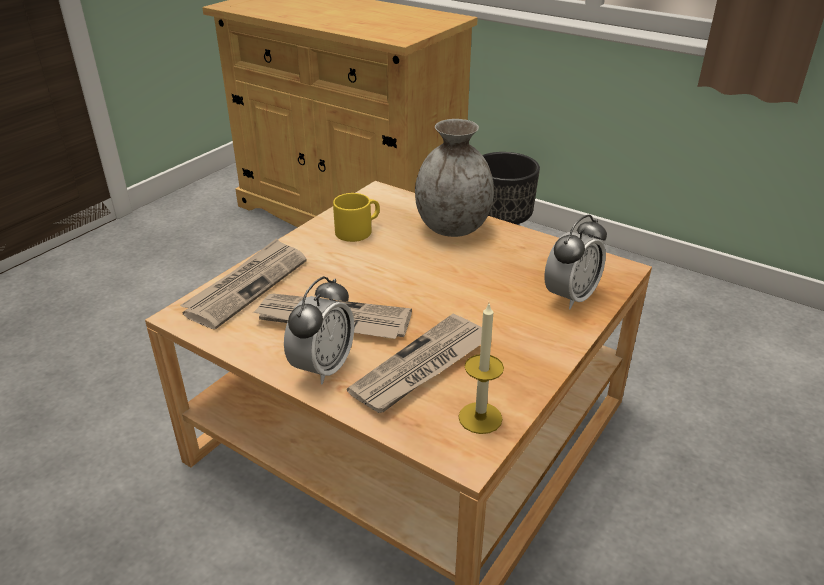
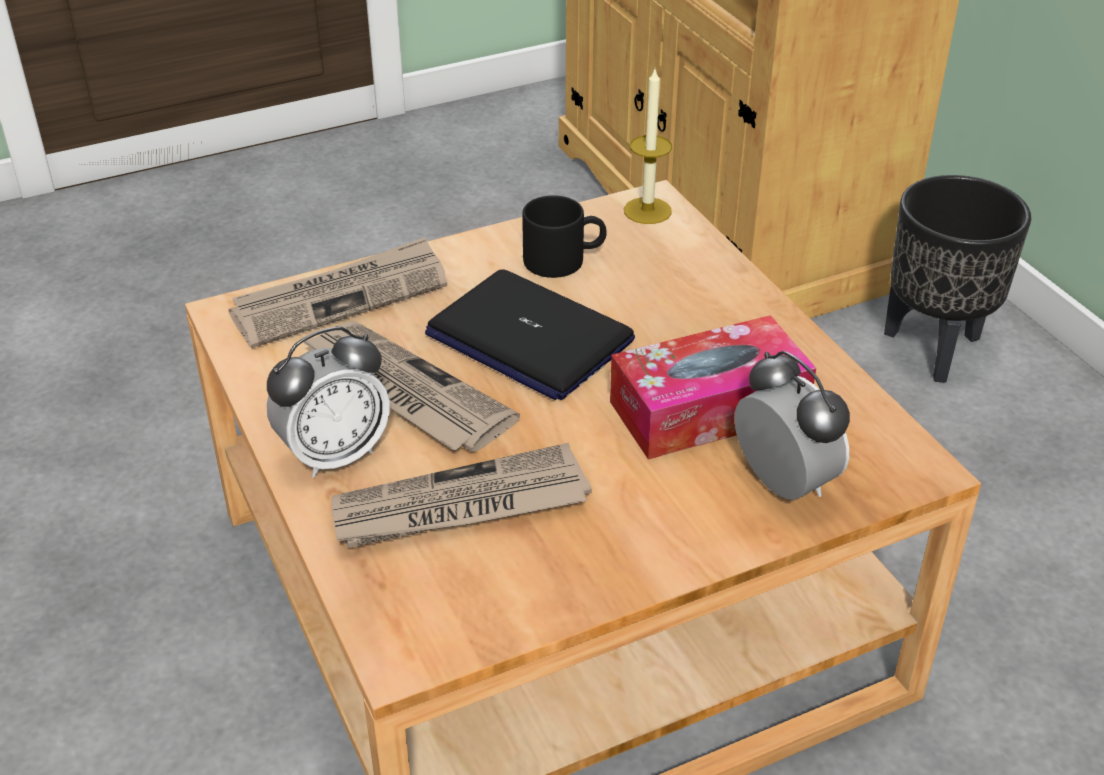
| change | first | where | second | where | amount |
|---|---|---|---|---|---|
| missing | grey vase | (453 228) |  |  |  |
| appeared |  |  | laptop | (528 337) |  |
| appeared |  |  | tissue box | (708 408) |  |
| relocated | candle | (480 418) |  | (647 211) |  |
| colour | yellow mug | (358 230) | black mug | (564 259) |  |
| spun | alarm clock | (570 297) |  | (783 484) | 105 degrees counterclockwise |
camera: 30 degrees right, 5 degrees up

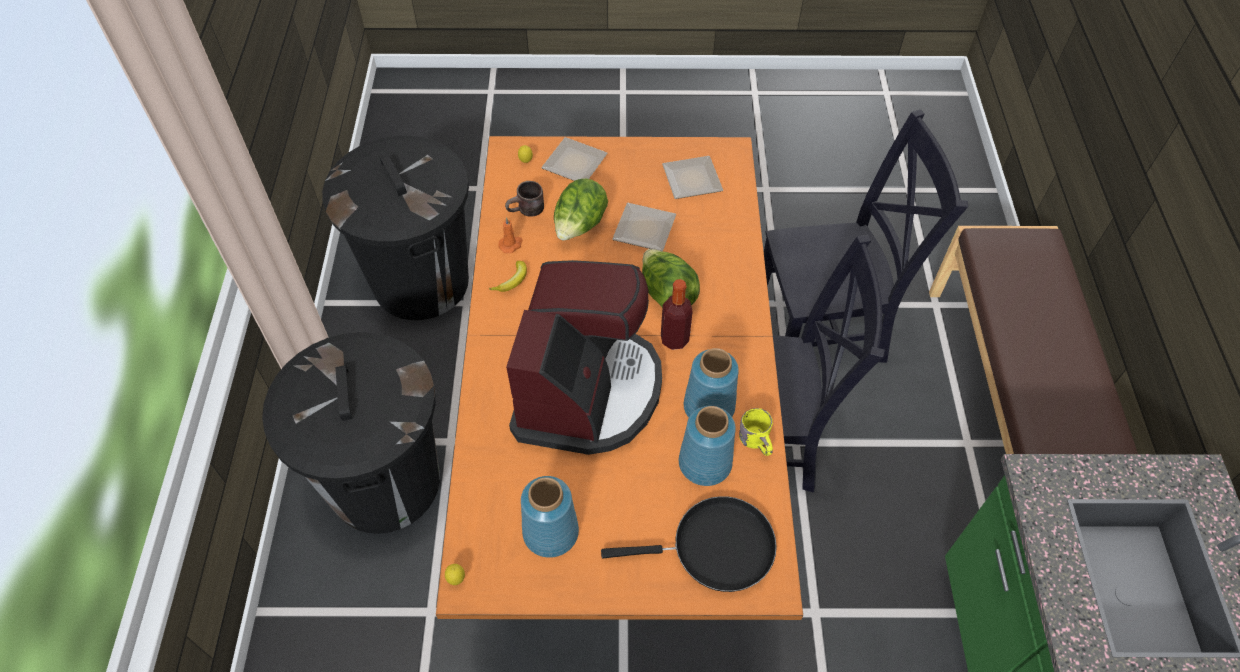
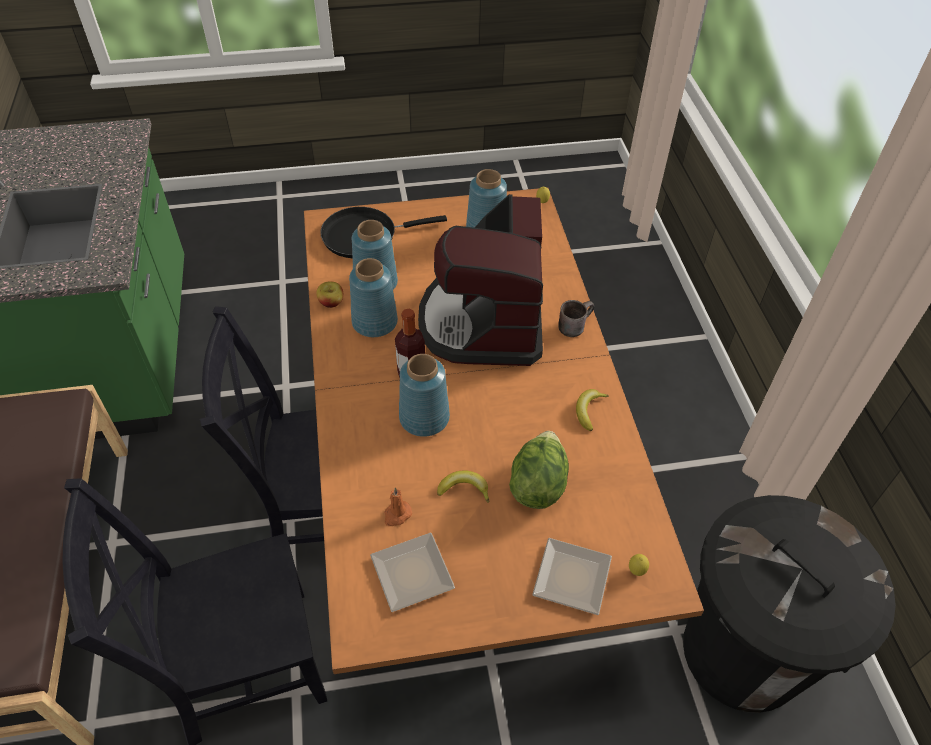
| change | first | where | second | where | amount |
|---|---|---|---|---|---|
| missing | black trash can | (384 483) |  |  |  |
| relocated | orange candle | (511 244) |  | (397 515) |  |
| relocated | brown mug | (527 212) |  | (573 324) |  |
| exchanged | plate | (642 230) | banana | (464 489) |  |
| exchanged | lettuce | (667 294) | blue vase | (424 417) |  |
| exchanged | yellow mug | (758 441) | apple | (331 302) |  |
camera: 170 degrees right, 5 degrees down

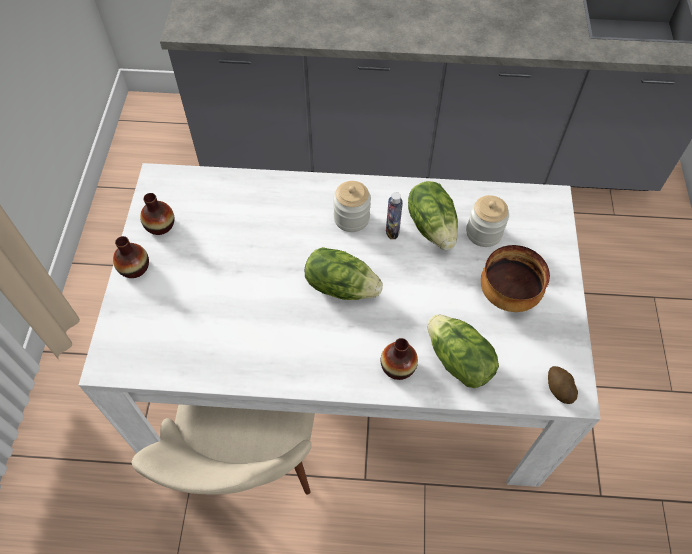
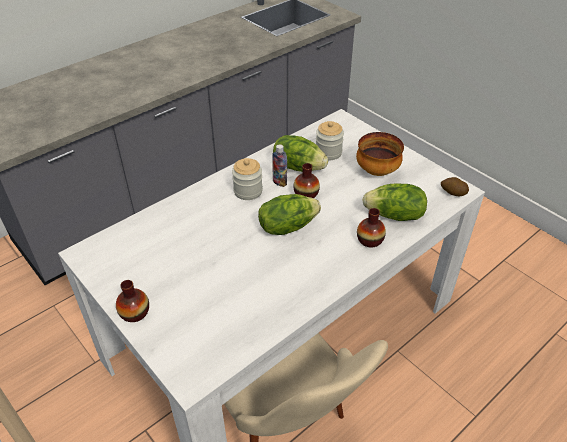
| change | first | where | second | where | amount |
|---|---|---|---|---|---|
| relocated | vase | (160 225) |  | (306 194) |  |
camera: 45 degrees left, 15 degrees down

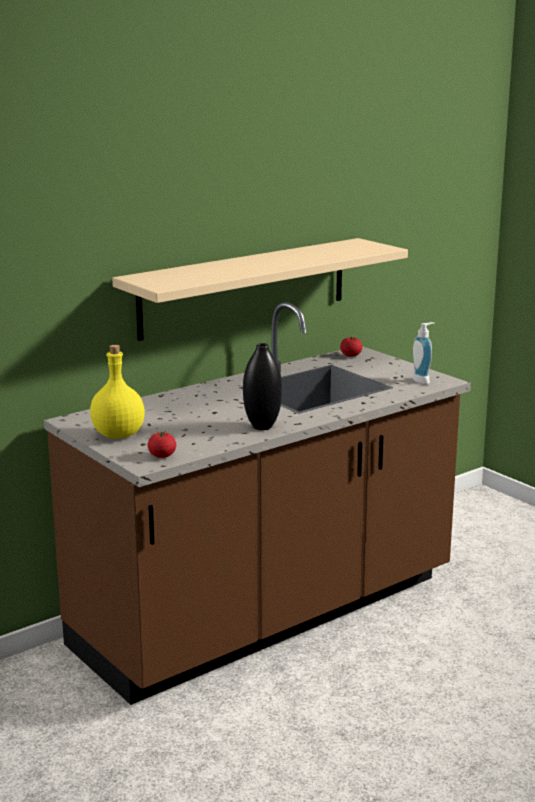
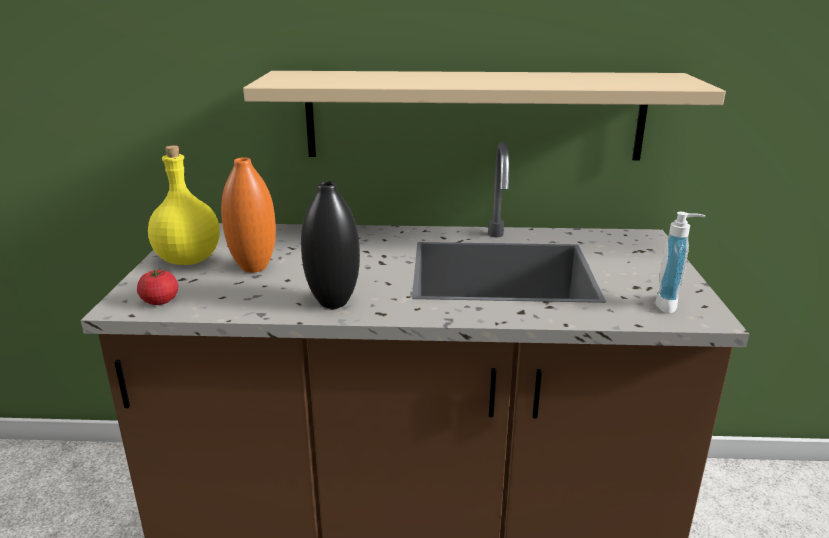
| change | first | where | second | where | amount |
|---|---|---|---|---|---|
| missing | tomato | (351 355) |  |  |  |
| appeared |  |  | orange vase | (254 267) |  |
camera: 40 degrees right, 5 degrees up

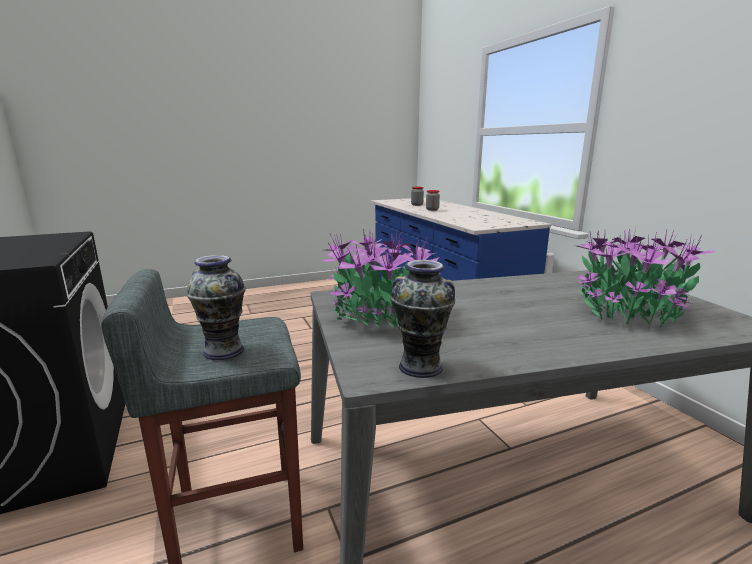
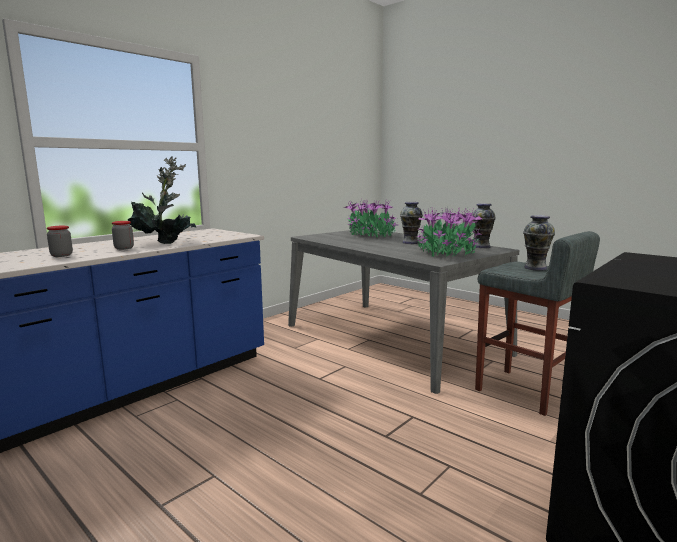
| change | first | where | second | where | amount |
|---|---|---|---|---|---|
| appeared |  |  | potted plant | (166 242) |  |
| appeared |  |  | vase | (410 242) |  |
camera: 115 degrees left, 5 degrees down

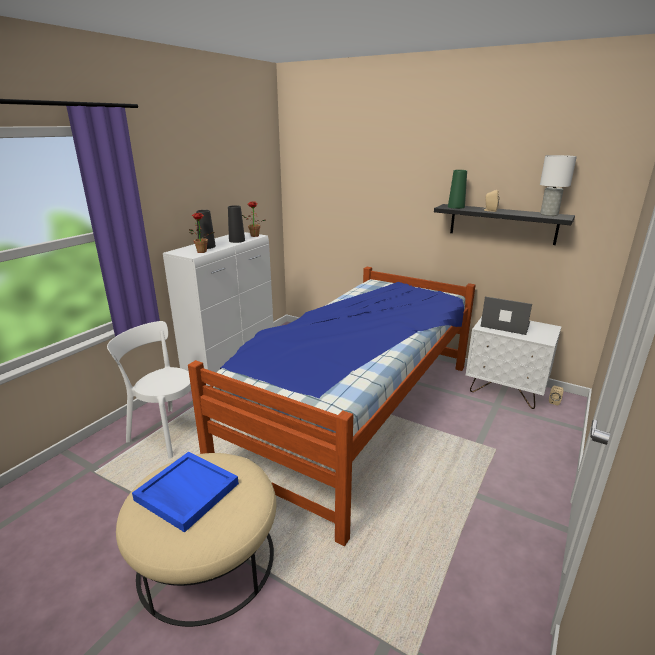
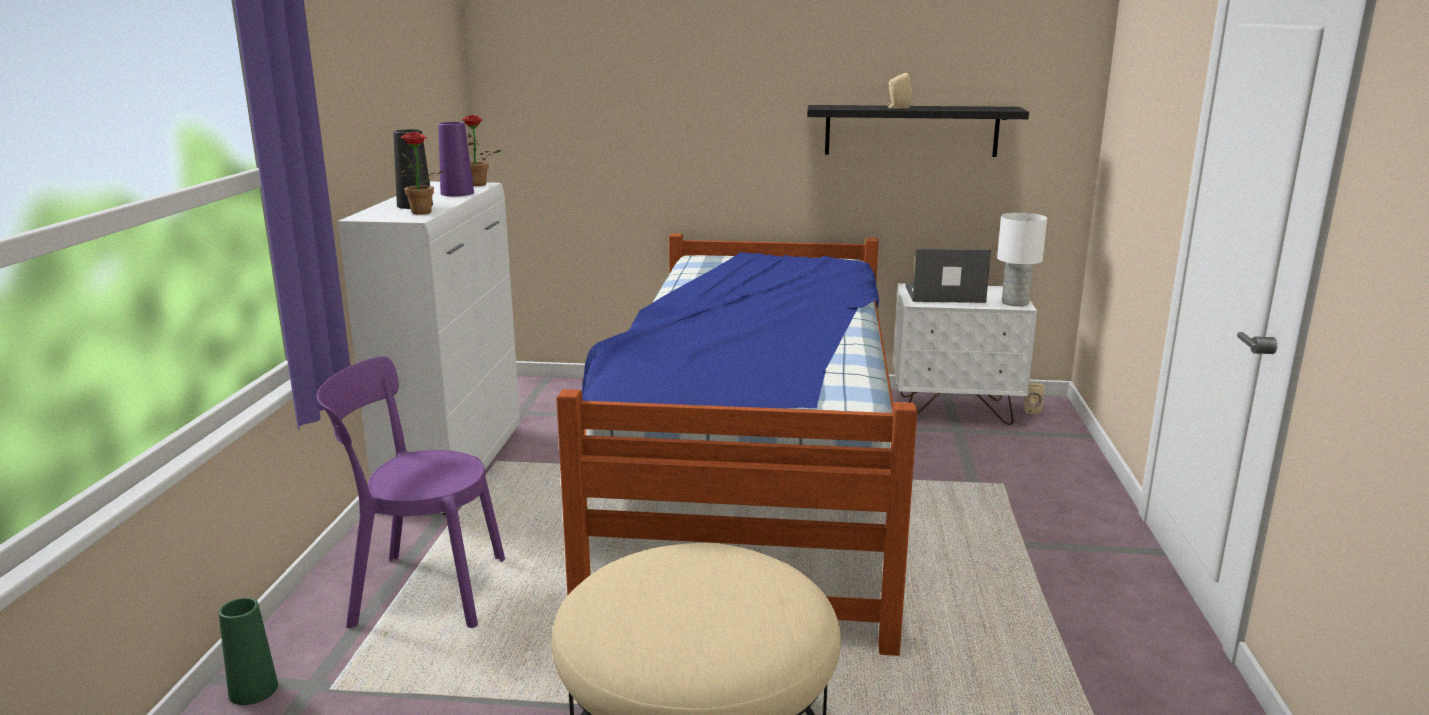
| change | first | where | second | where | amount |
|---|---|---|---|---|---|
| missing | blue tray | (186 492) |  |  |  |
| relocated | green vase | (456 207) |  | (253 690) |  |
| relocated | white table lamp | (549 214) |  | (1015 302) |  |
| colour | white chair | (167 431) | purple chair | (421 590) |  |
| colour | black vase | (237 240) | purple vase | (457 193) |  |
camera: 25 degrees left, 5 degrees down

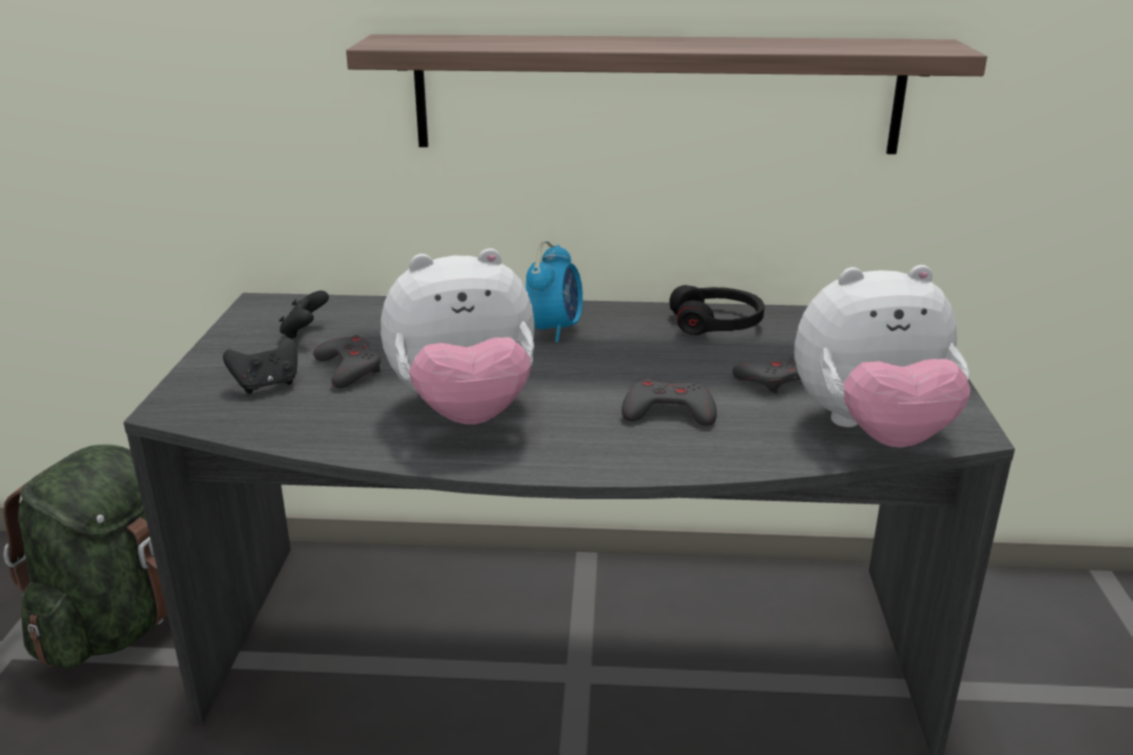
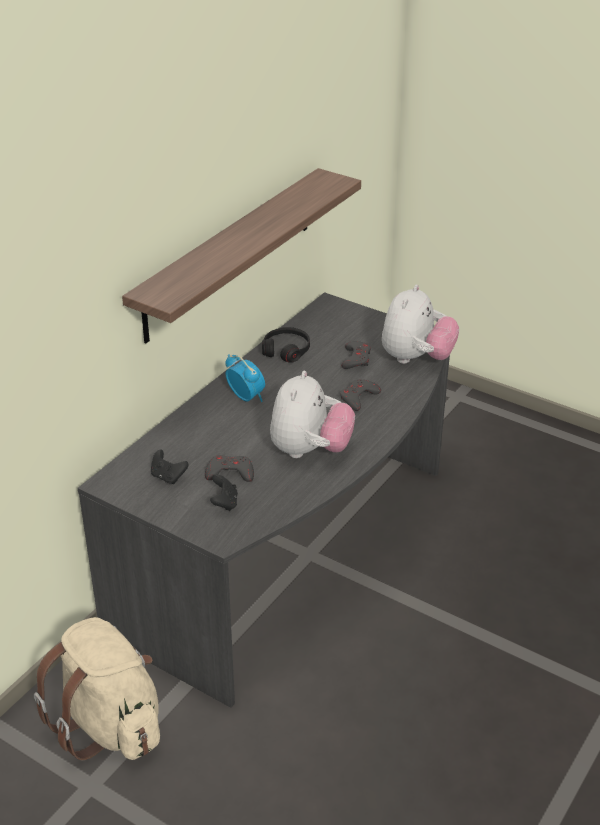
| change | first | where | second | where | amount |
|---|---|---|---|---|---|
| colour | green backpack | (122 621) | beige backpack | (109 724) |  |
camera: 60 degrees left, 10 degrees up

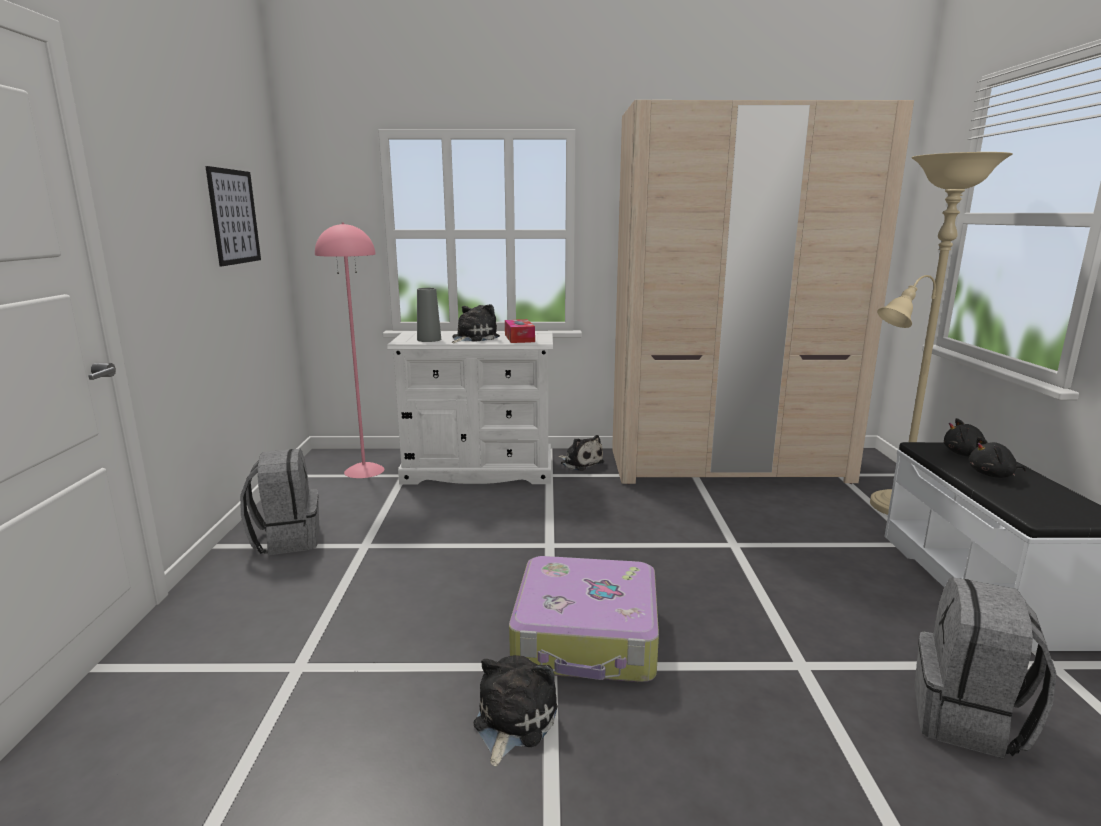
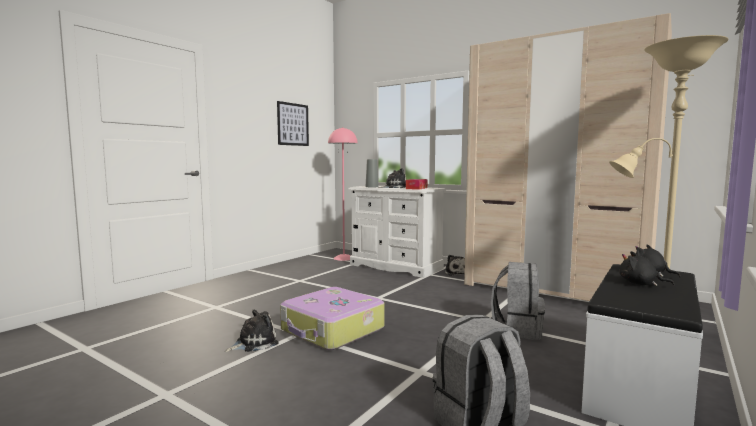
| change | first | where | second | where | amount |
|---|---|---|---|---|---|
| relocated | grey backpack | (287 539) |  | (517 329) |  |
camera: 35 degrees right, 10 degrees down

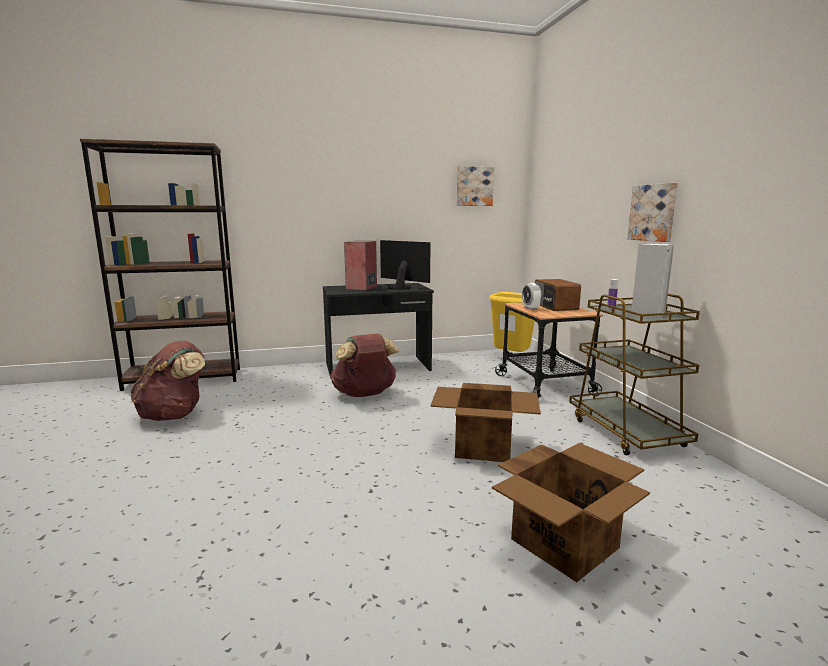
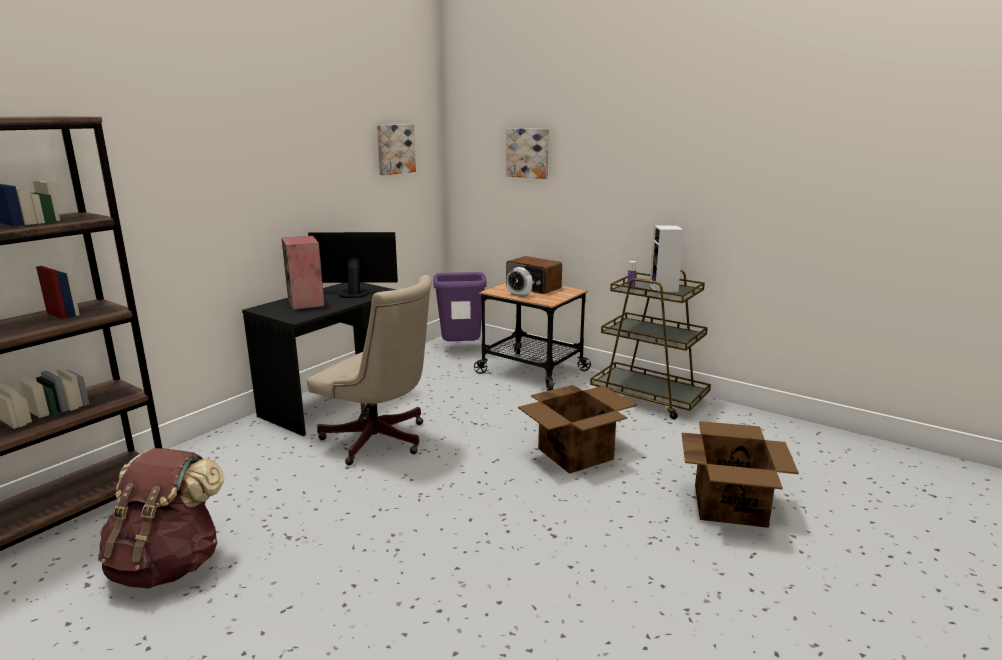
| change | first | where | second | where | amount |
|---|---|---|---|---|---|
| relocated | picture | (653 212) |  | (528 153) |  |
| exchanged | brown backpack | (365 394) | beige office chair | (380 441) |  |
| colour | yellow trash can | (511 358) | purple trash can | (461 349) |  |
camera: 40 degrees left, 5 degrees up

